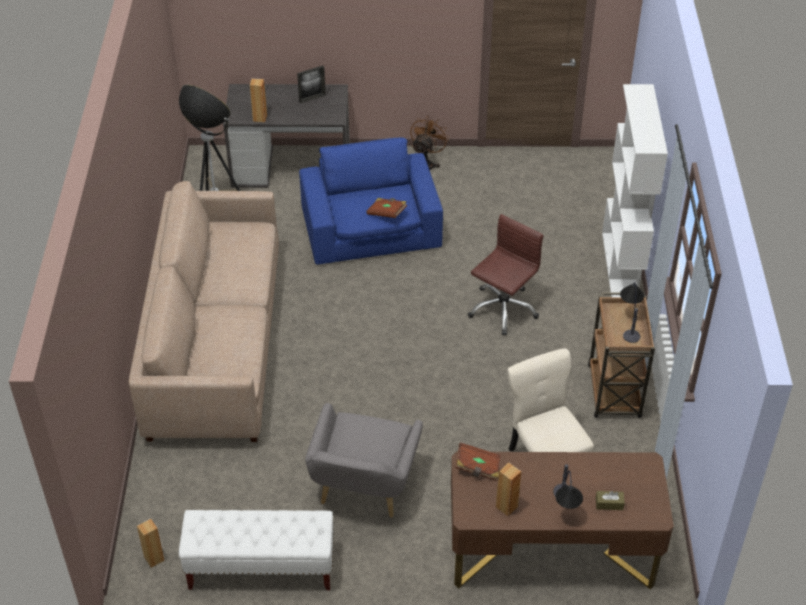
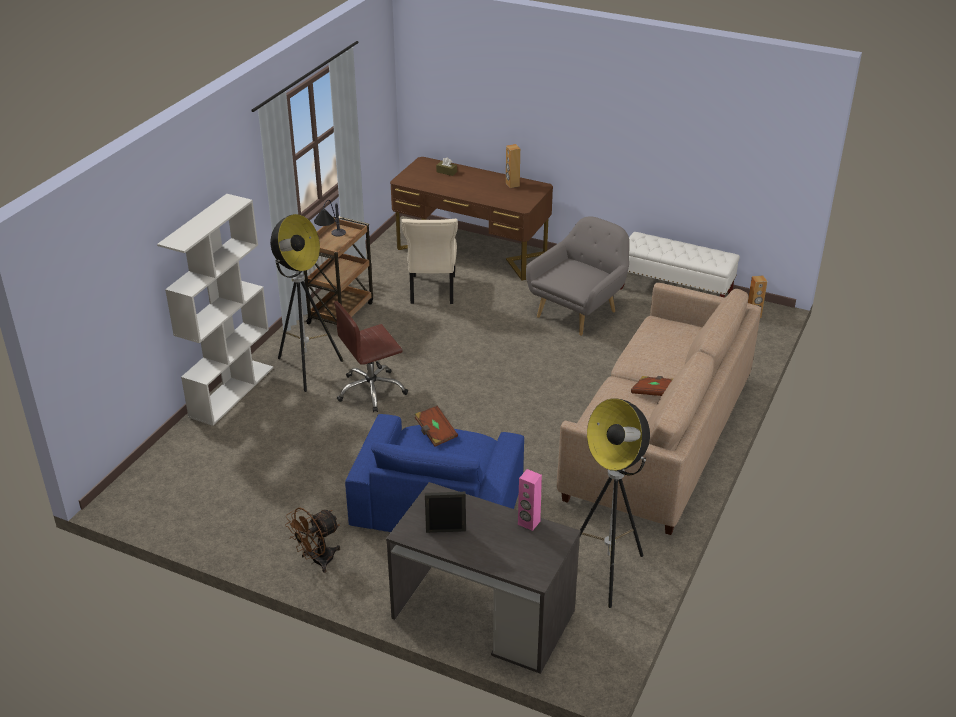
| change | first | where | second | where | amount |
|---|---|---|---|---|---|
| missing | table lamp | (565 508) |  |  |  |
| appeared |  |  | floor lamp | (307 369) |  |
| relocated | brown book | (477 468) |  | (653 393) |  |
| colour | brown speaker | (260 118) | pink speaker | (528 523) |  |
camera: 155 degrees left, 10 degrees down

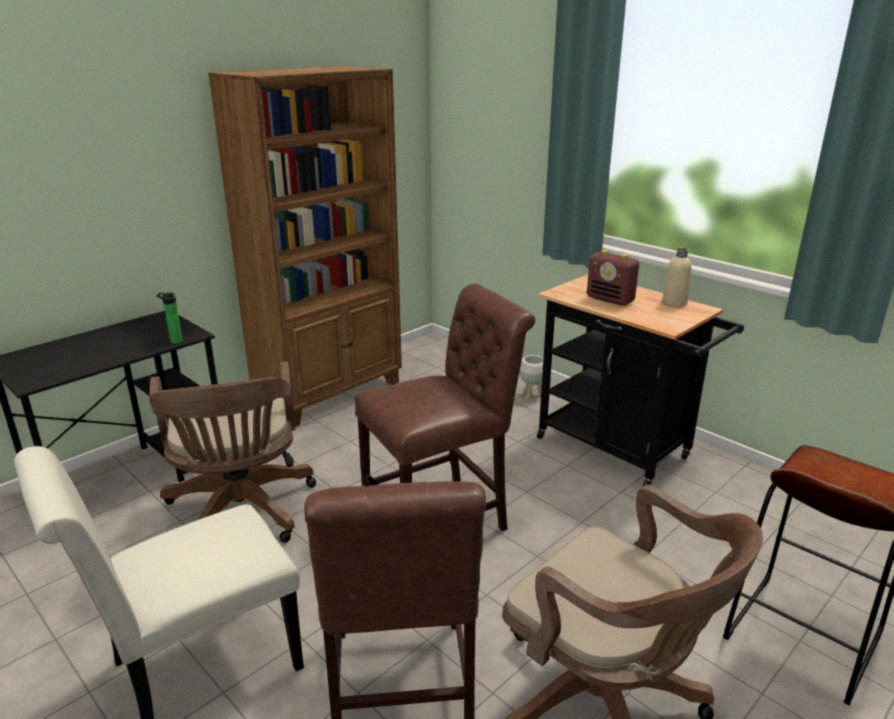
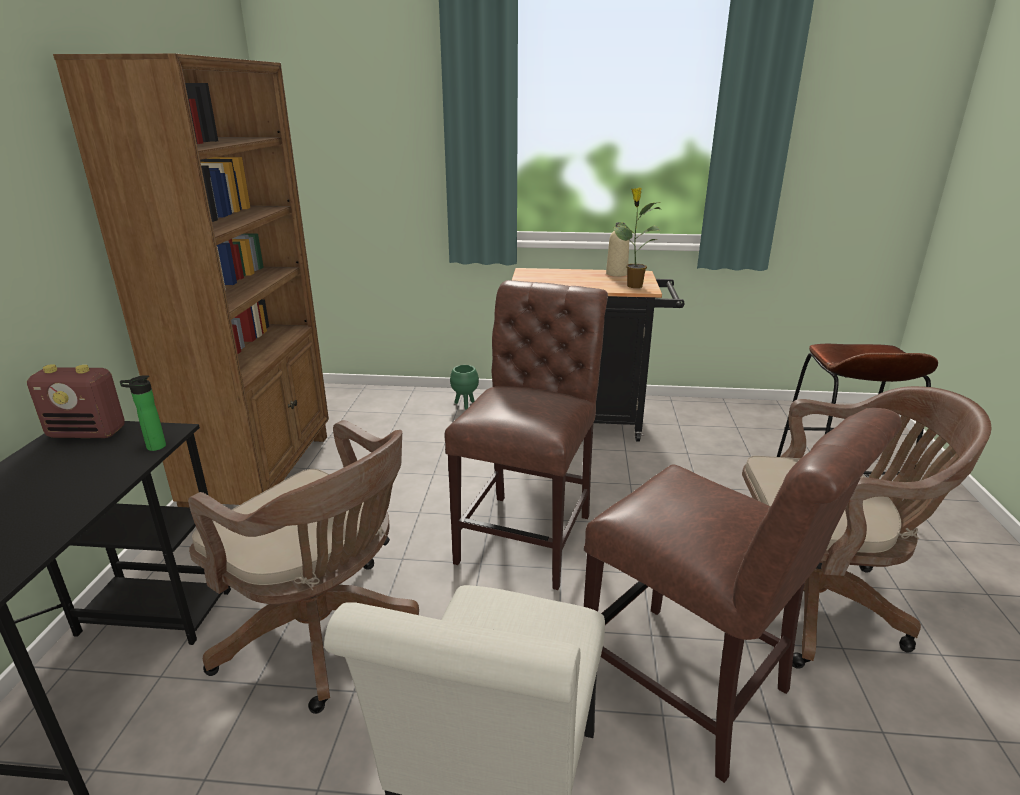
| change | first | where | second | where | amount |
|---|---|---|---|---|---|
| appeared |  |  | potted plant | (633 286) |  |
| relocated | radio | (610 300) |  | (88 433) |  |
| colour | white planter | (532 395) | green planter | (465 405) |  |
camera: 40 degrees left, 0 degrees up

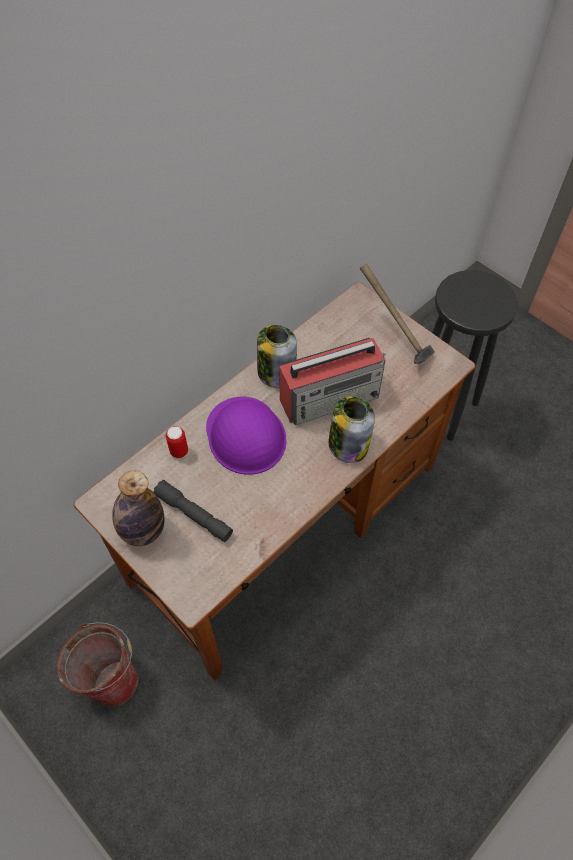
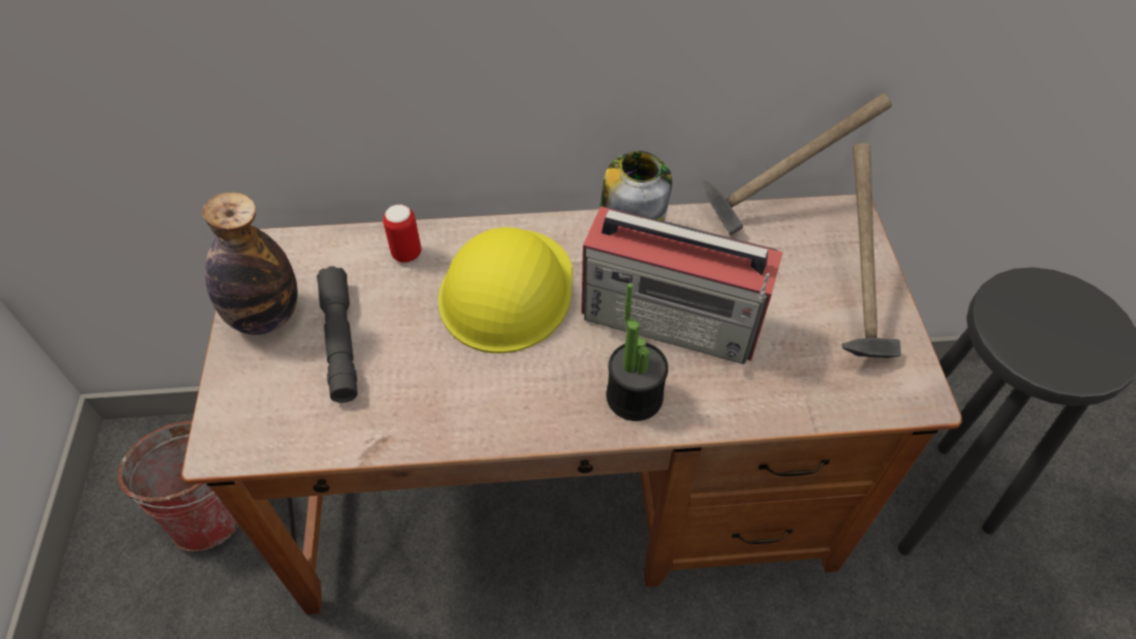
| change | first | where | second | where | amount |
|---|---|---|---|---|---|
| appeared |  |  | hammer | (776 203) |  |
| exchanged | jar | (348 444) | potted plant | (634 397) |  |
| colour | purple hard hat | (245 435) | yellow hard hat | (506 290) |  |
camera: 40 degrees right, 5 degrees down

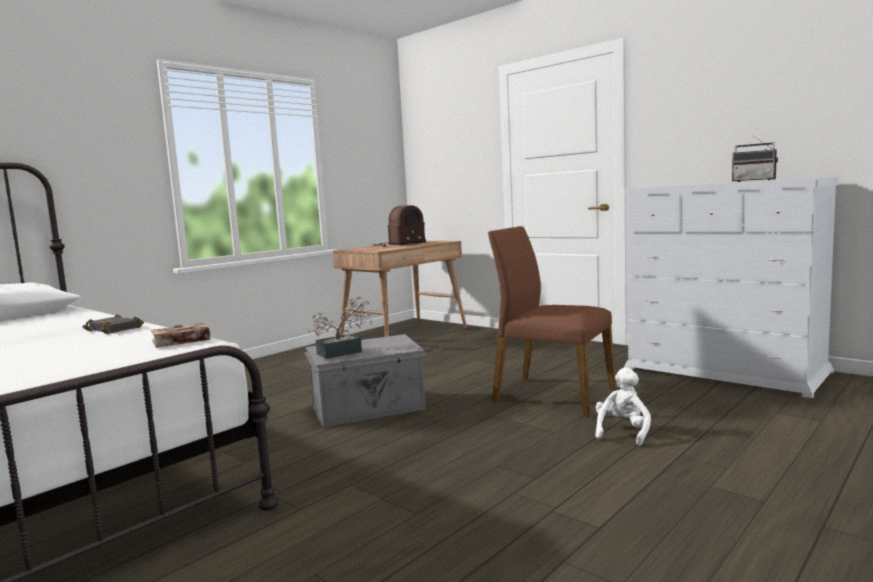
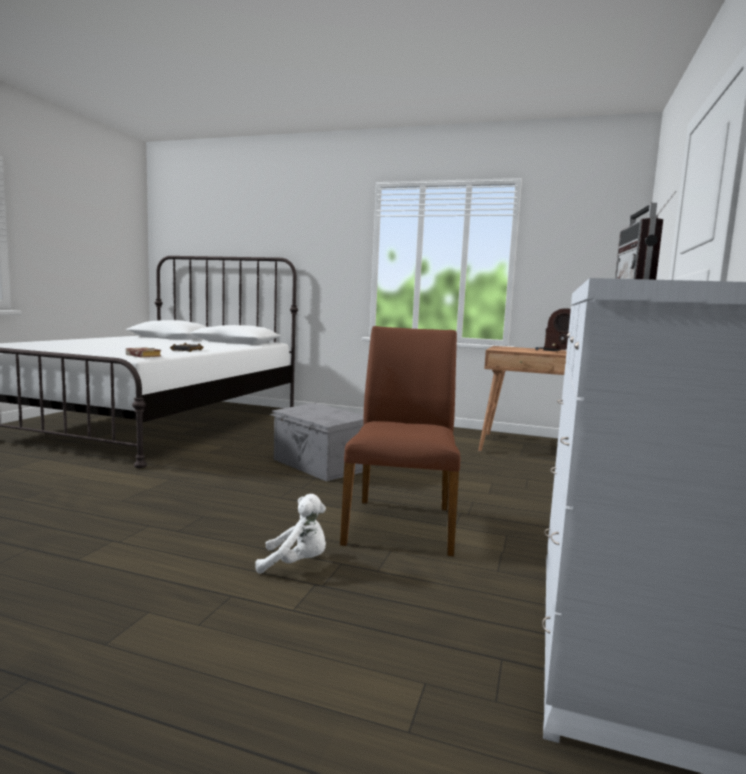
| change | first | where | second | where | amount |
|---|---|---|---|---|---|
| missing | potted plant | (344 352) |  |  |  |
camera: 65 degrees right, 0 degrees up

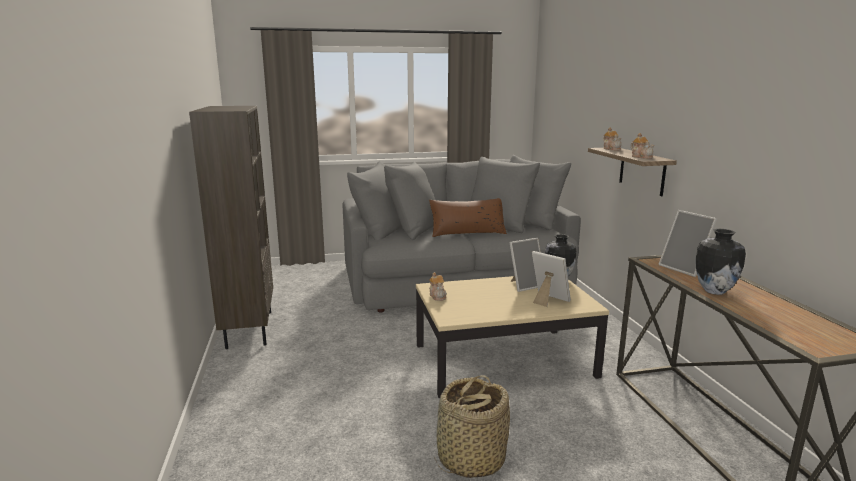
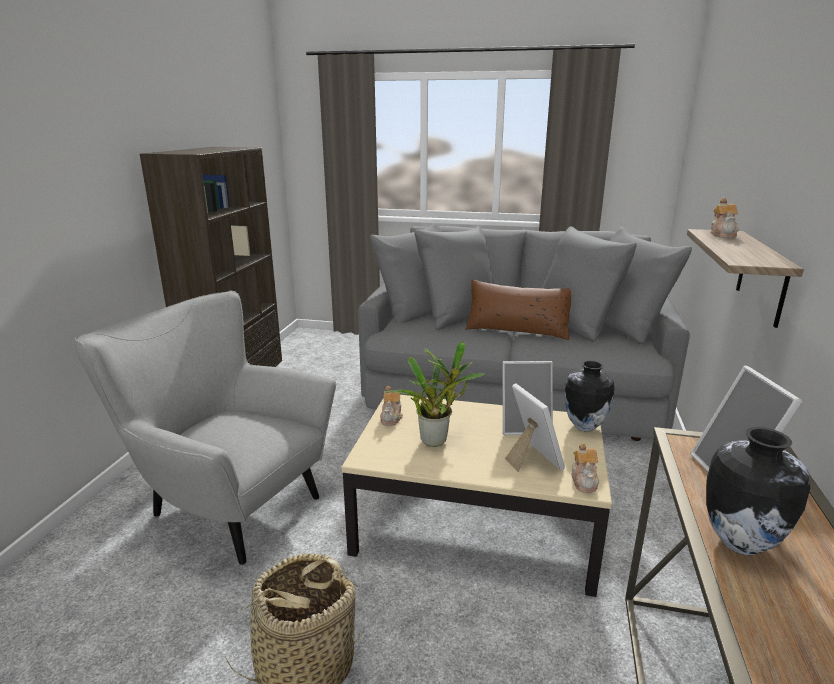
| change | first | where | second | where | amount |
|---|---|---|---|---|---|
| appeared |  |  | grey armchair | (226 504) |  |
| appeared |  |  | potted plant | (437 440) |  |
| relocated | teapot | (641 157) |  | (584 481) |  |
camera: 25 degrees right, 5 degrees up

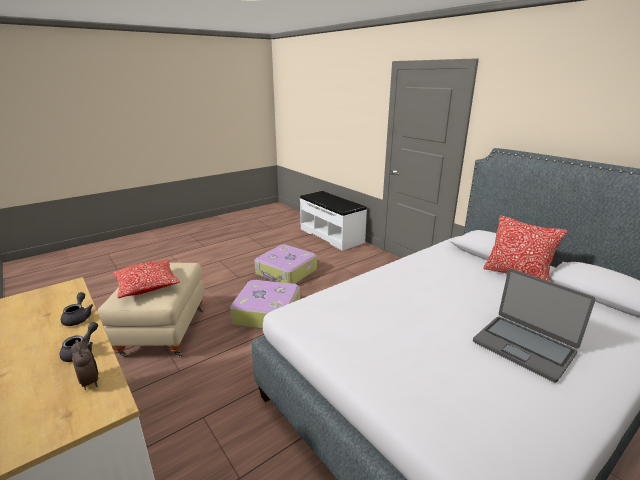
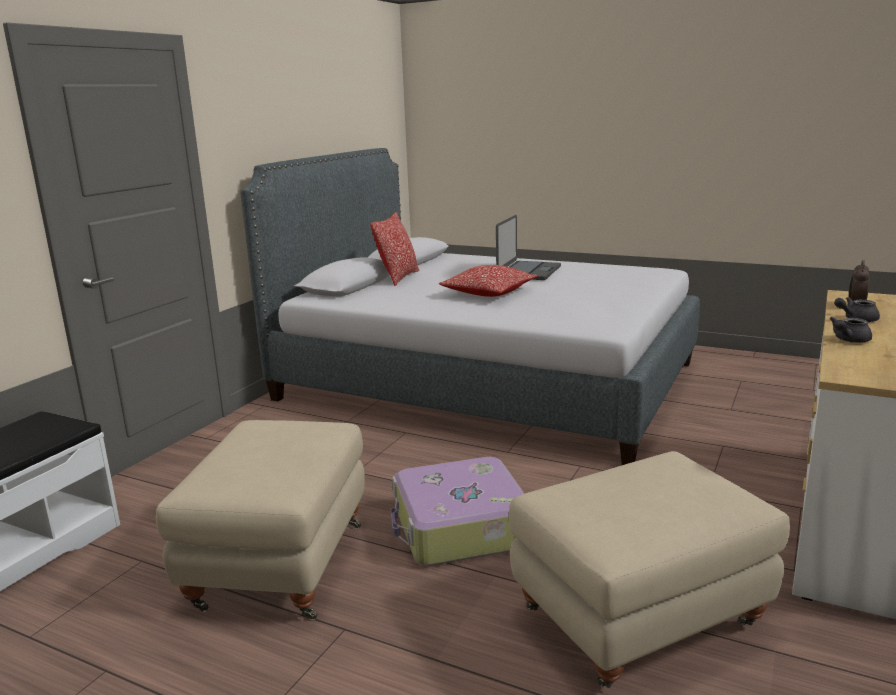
| change | first | where | second | where | amount |
|---|---|---|---|---|---|
| relocated | pillow | (147 286) |  | (488 293) |  |
| exchanged | suitcase | (286 272) | beige ottoman | (279 564) |  |
camera: 115 degrees left, 5 degrees down

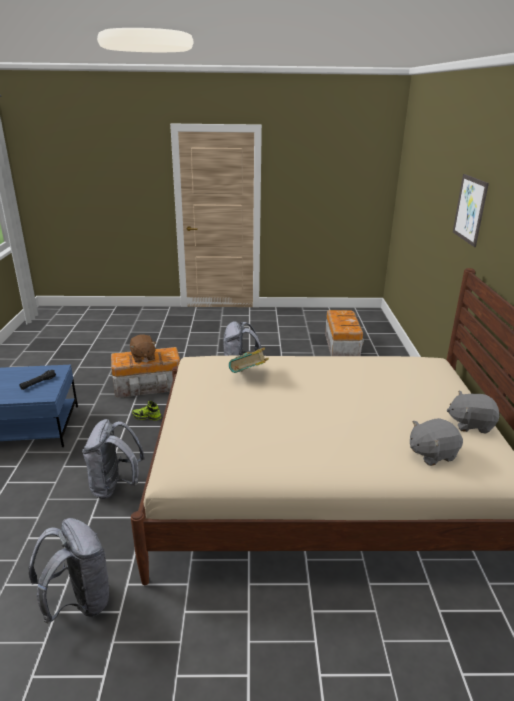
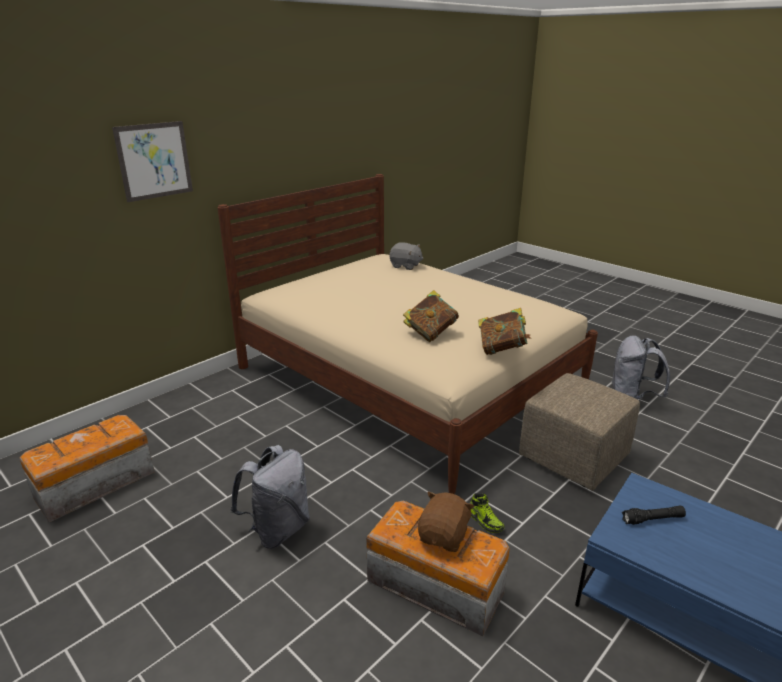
| change | first | where | second | where | amount |
|---|---|---|---|---|---|
| missing | grey plush toy | (470 424) |  |  |  |
| appeared |  |  | book | (502 349) |  |
| exchanged | grey backpack | (115 486) | beige ottoman | (573 456) |  |
camera: 135 degrees left, 0 degrees up

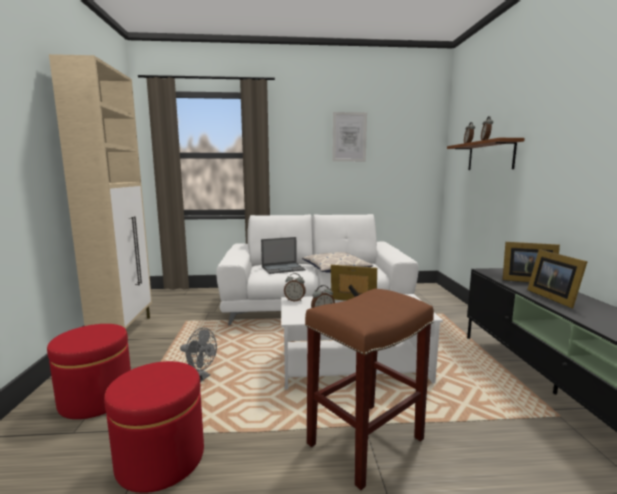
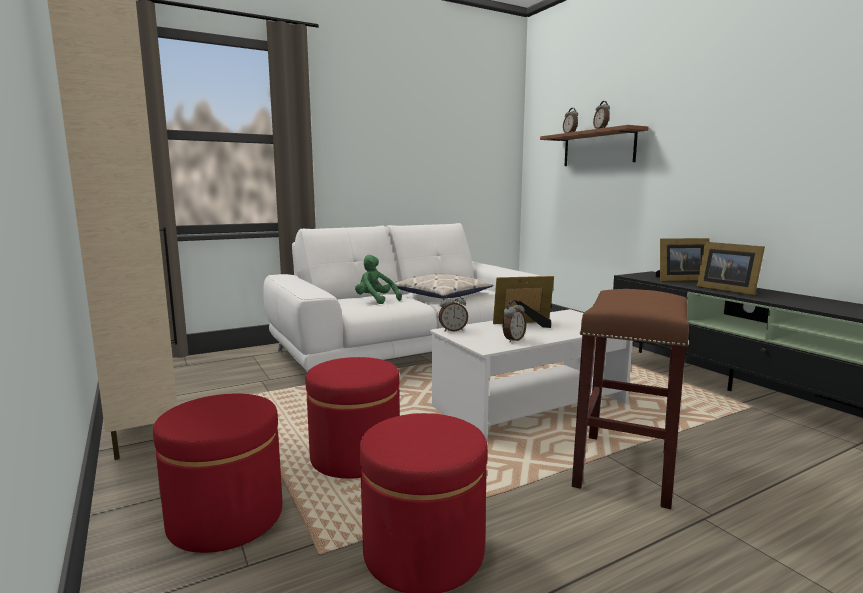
| change | first | where | second | where | amount |
|---|---|---|---|---|---|
| missing | picture | (349 137) |  |  |  |
| exchanged | grey fan | (200 377) | red ottoman | (355 456) |  |
| exchanged | laptop | (283 268) | green plush toy | (375 300) |  |
camera: 25 degrees left, 0 degrees up

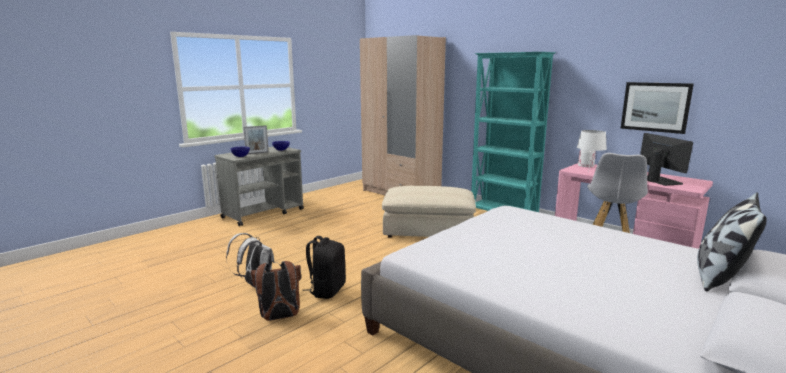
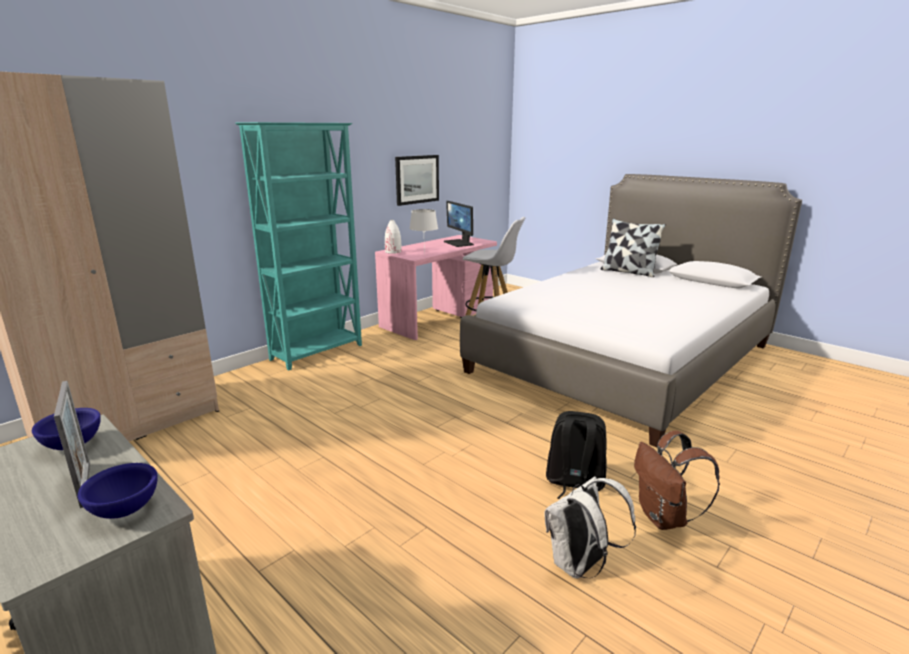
| change | first | where | second | where | amount |
|---|---|---|---|---|---|
| missing | beige ottoman | (429 229) |  |  |  |
| spun | monitor | (659 180) |  | (459 243) | 105 degrees counterclockwise |
camera: 90 degrees left, 5 degrees up

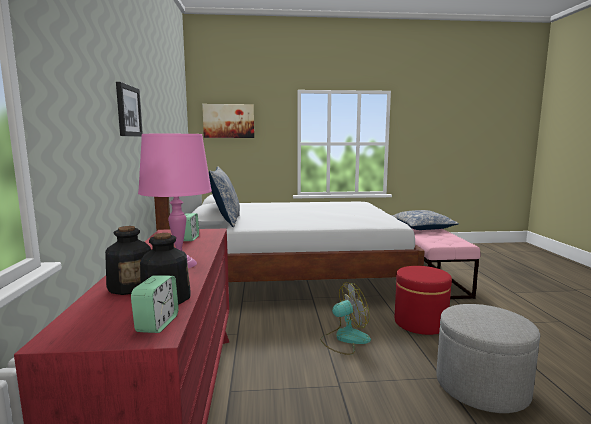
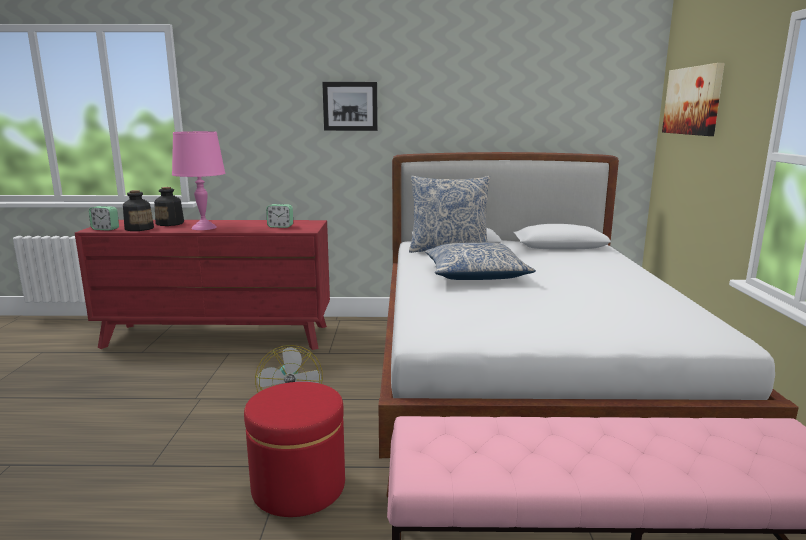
| change | first | where | second | where | amount |
|---|---|---|---|---|---|
| missing | grey ottoman | (481 386) |  |  |  |
| relocated | pillow | (422 227) |  | (475 274) |  |
camera: 95 degrees right, 5 degrees up

